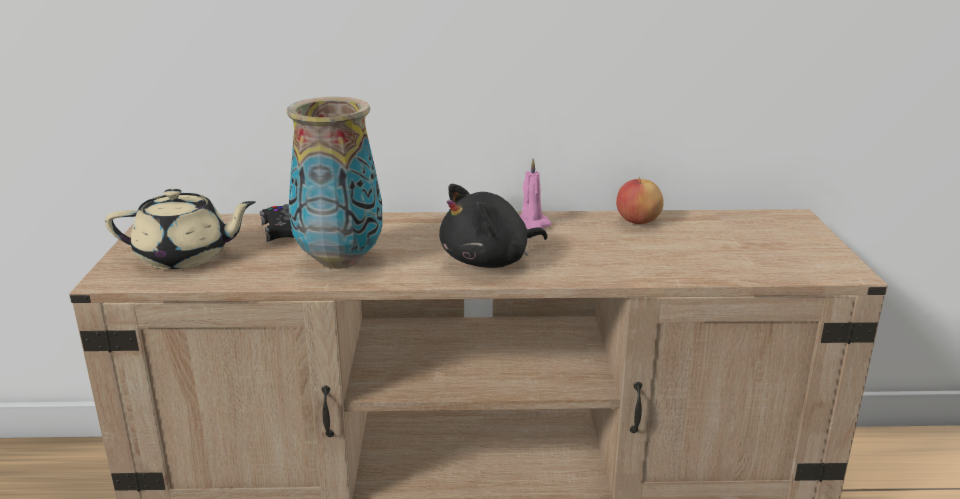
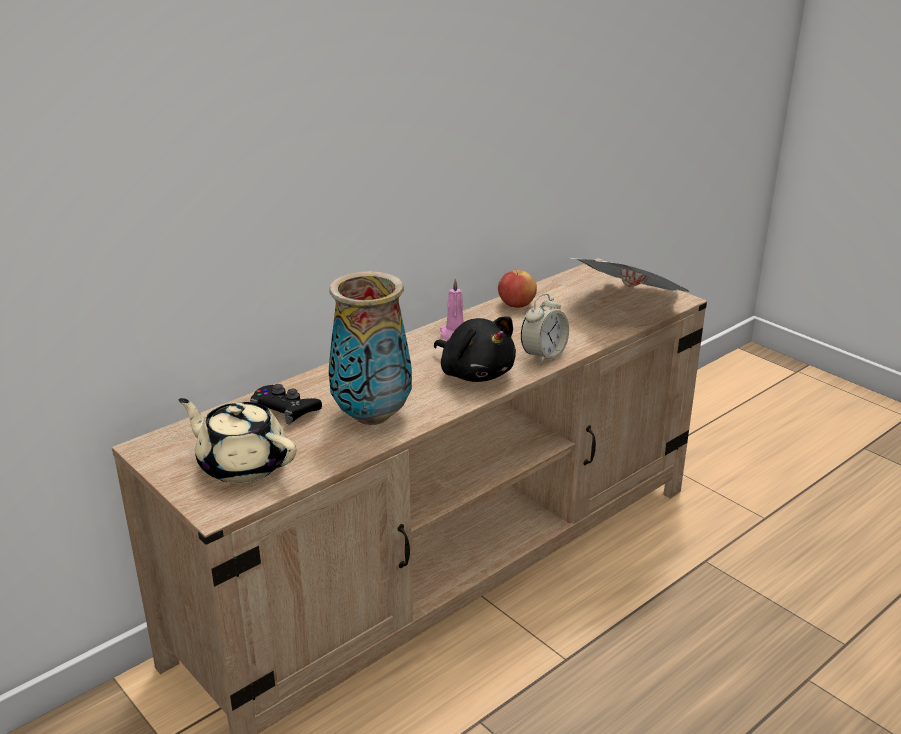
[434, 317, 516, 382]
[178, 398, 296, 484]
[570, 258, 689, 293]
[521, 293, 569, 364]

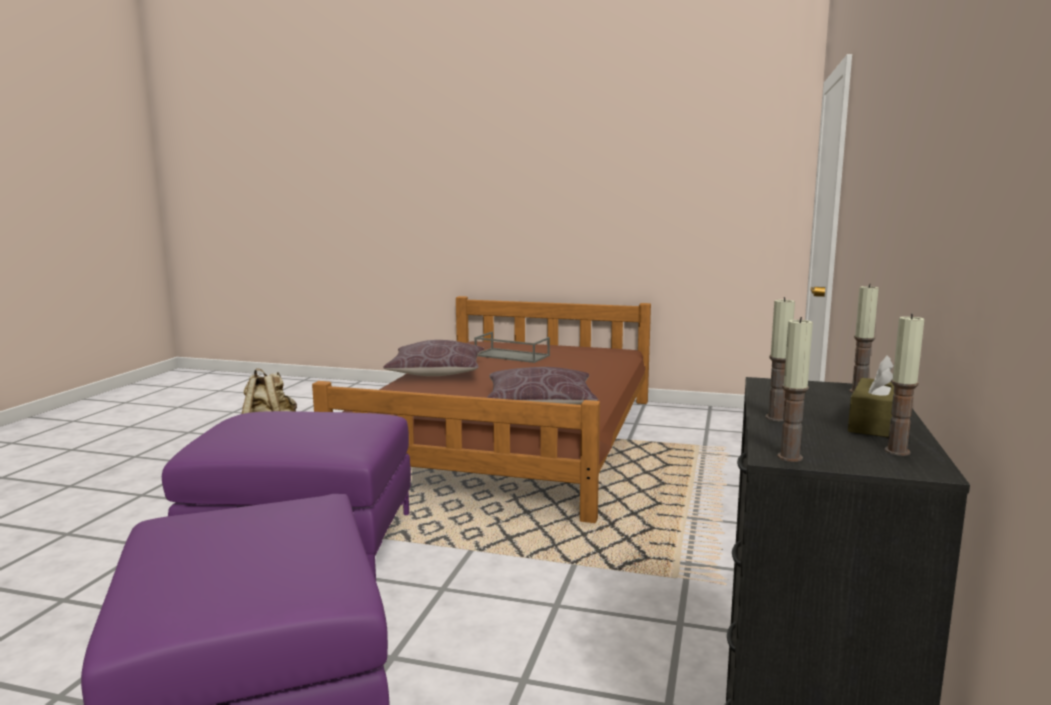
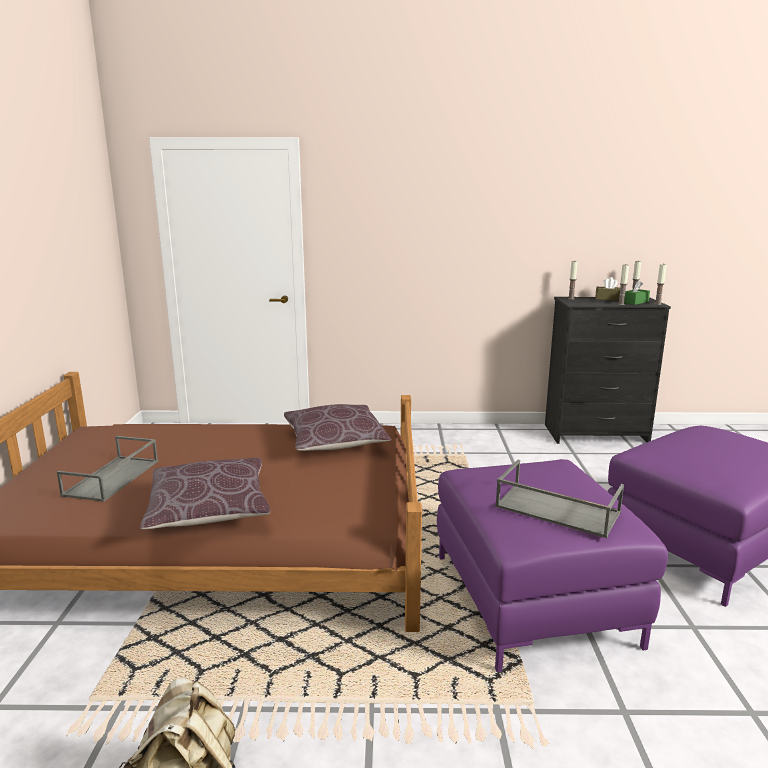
[624, 280, 650, 305]
[495, 460, 624, 538]

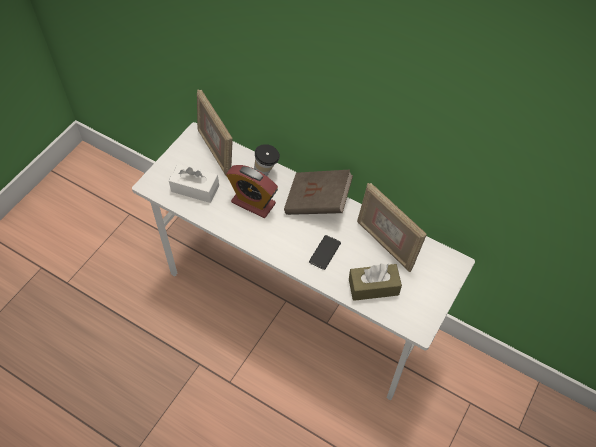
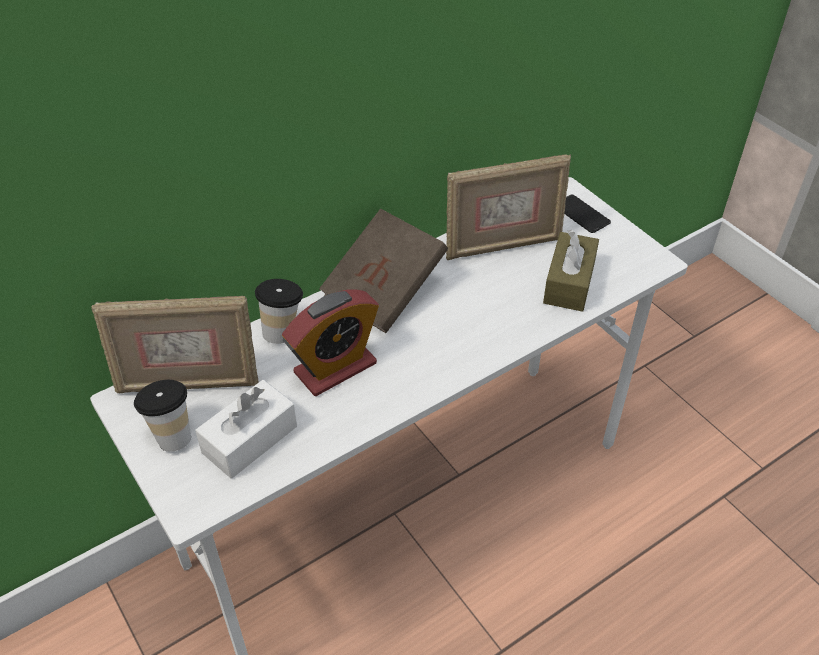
[564, 195, 611, 233]
[134, 380, 191, 452]

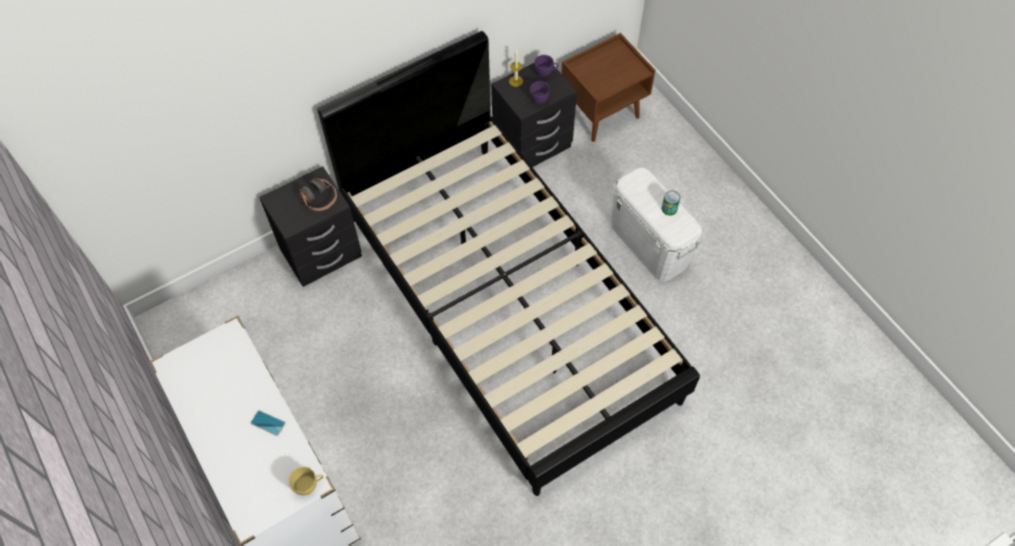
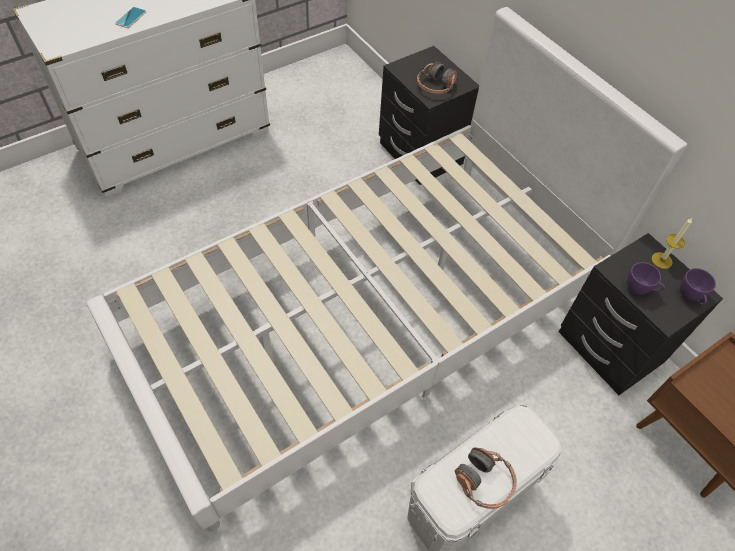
[87, 7, 687, 531]
[455, 447, 517, 509]
[289, 467, 324, 495] (first image)

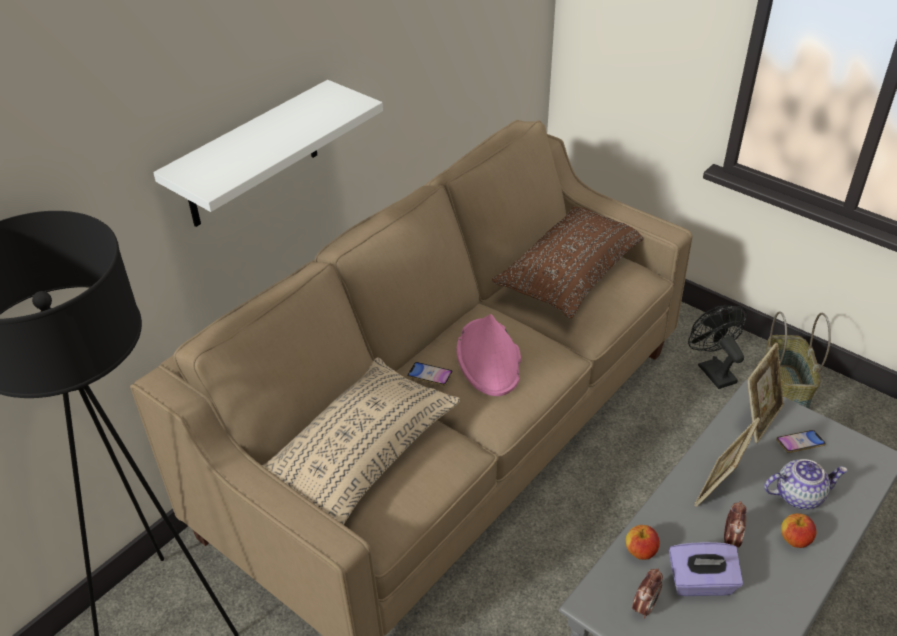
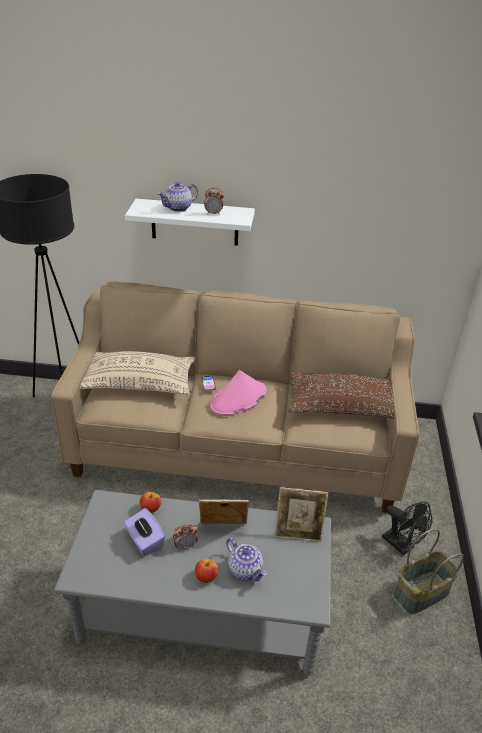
[382, 501, 432, 555]
[776, 430, 826, 453] (first image)
[204, 188, 224, 215]
[158, 182, 198, 212]

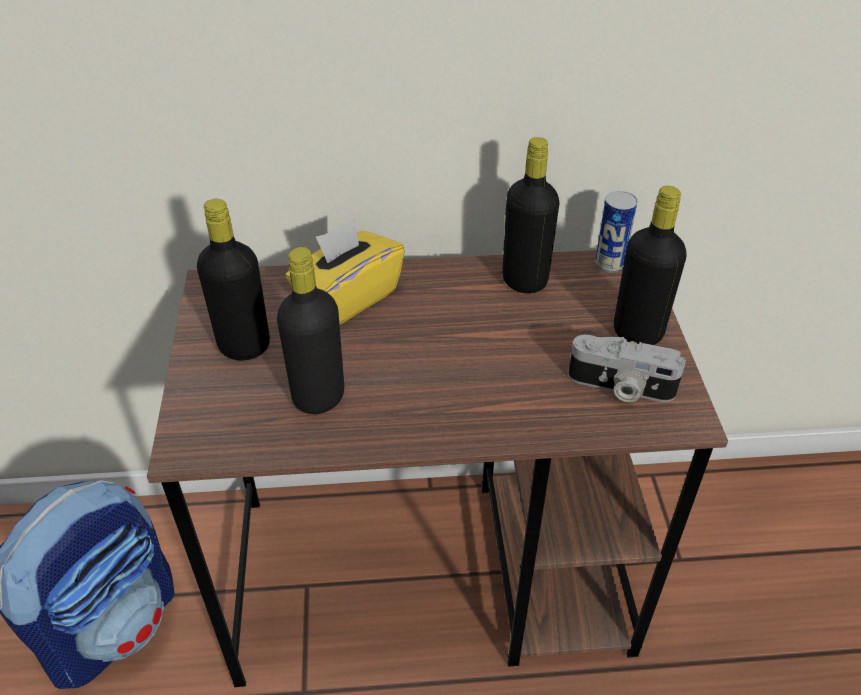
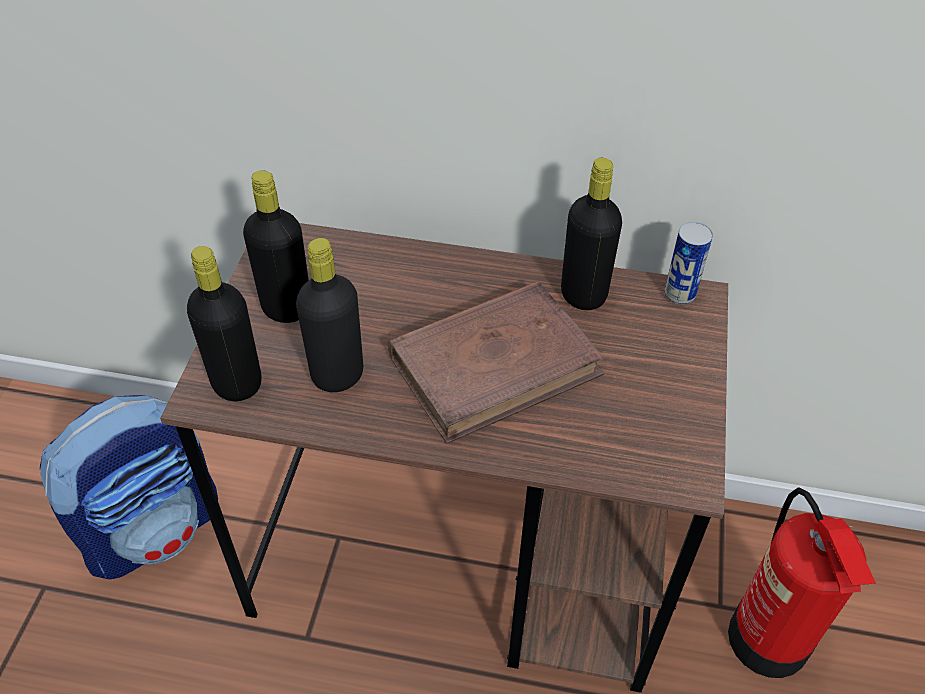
[187, 246, 262, 401]
[286, 219, 405, 325] (first image)
[568, 334, 686, 402] (first image)
[388, 281, 604, 444]
[728, 487, 876, 678]

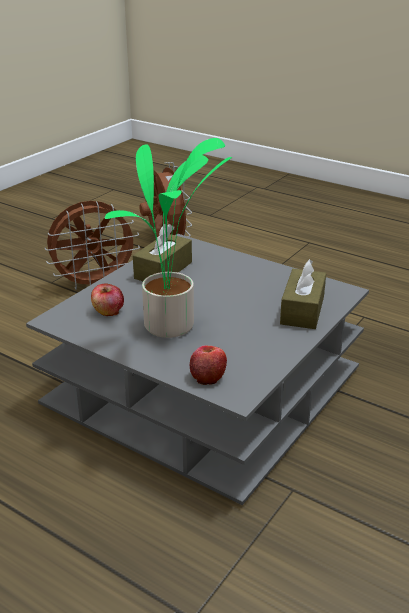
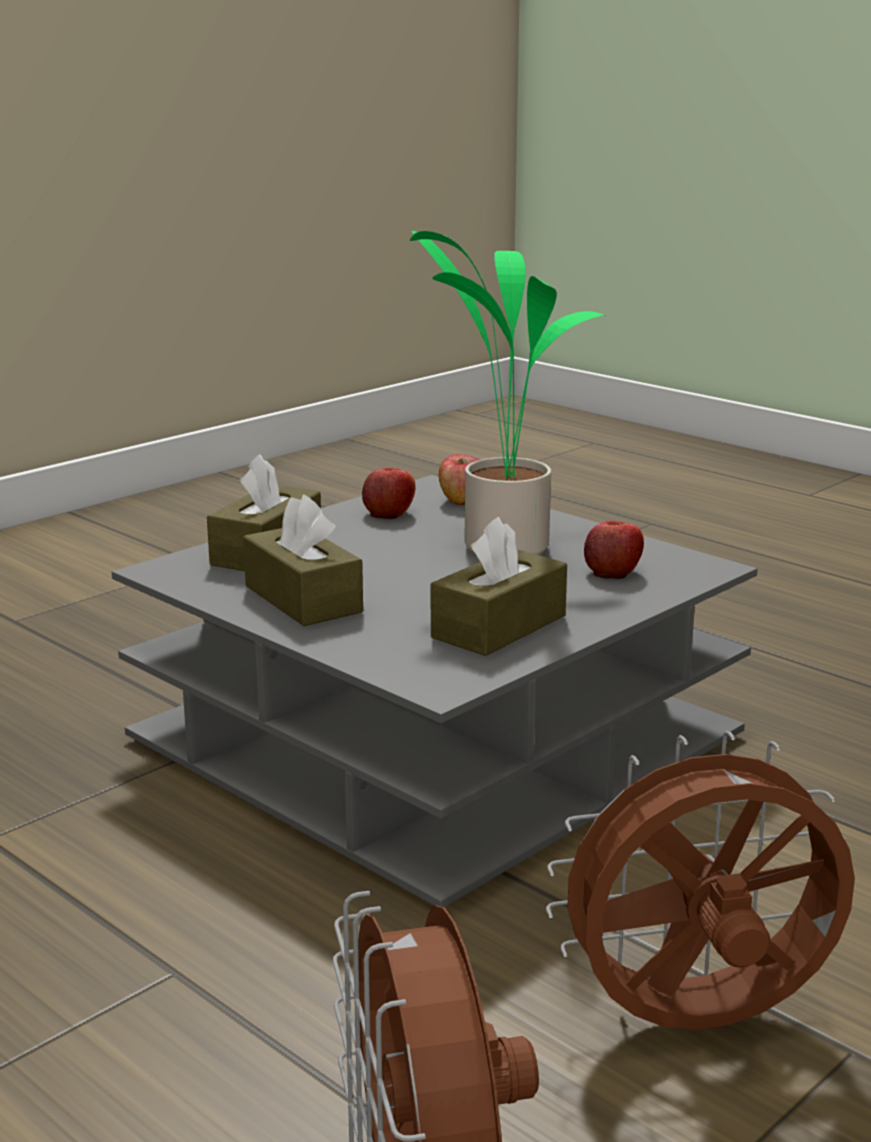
[362, 468, 416, 519]
[243, 495, 363, 626]

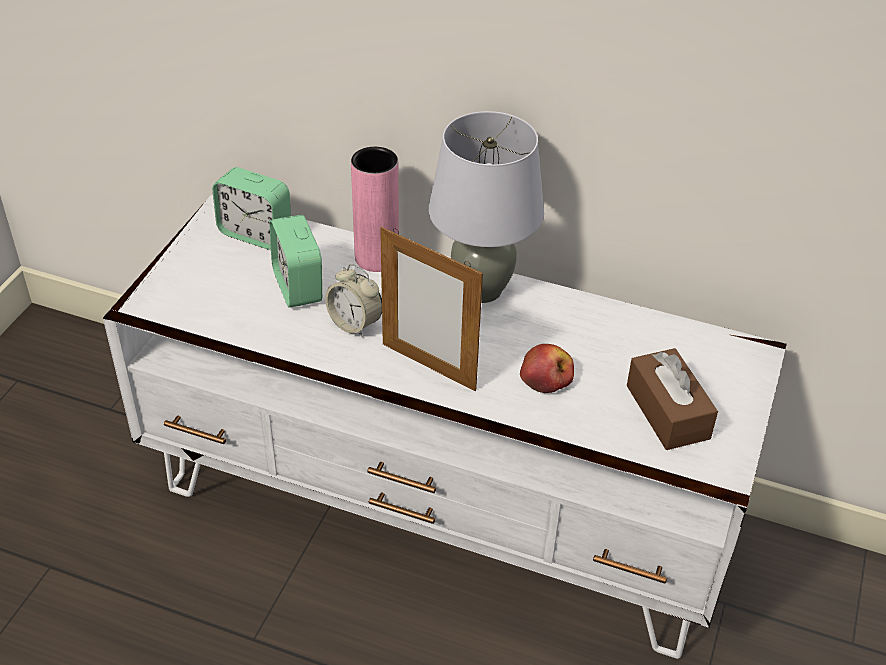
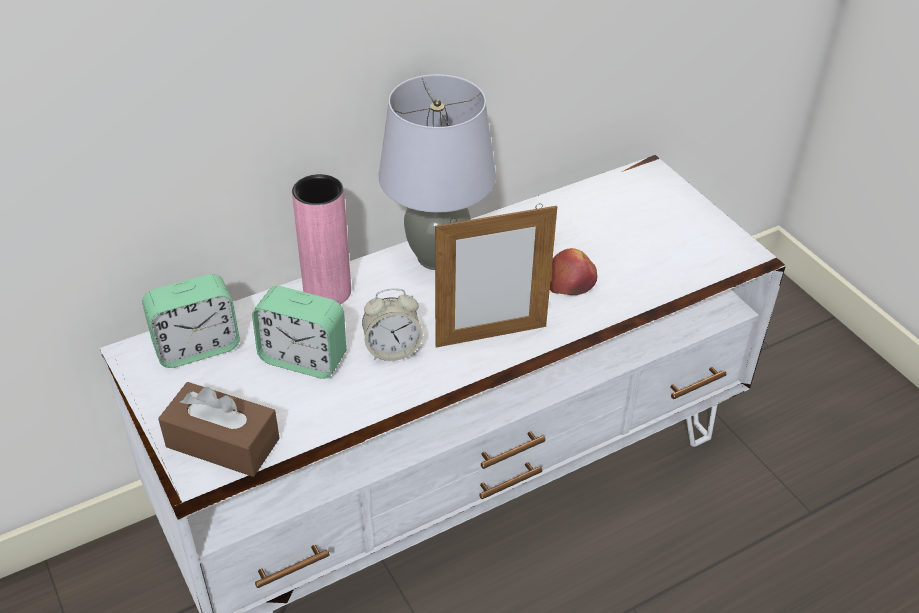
[158, 382, 280, 477]

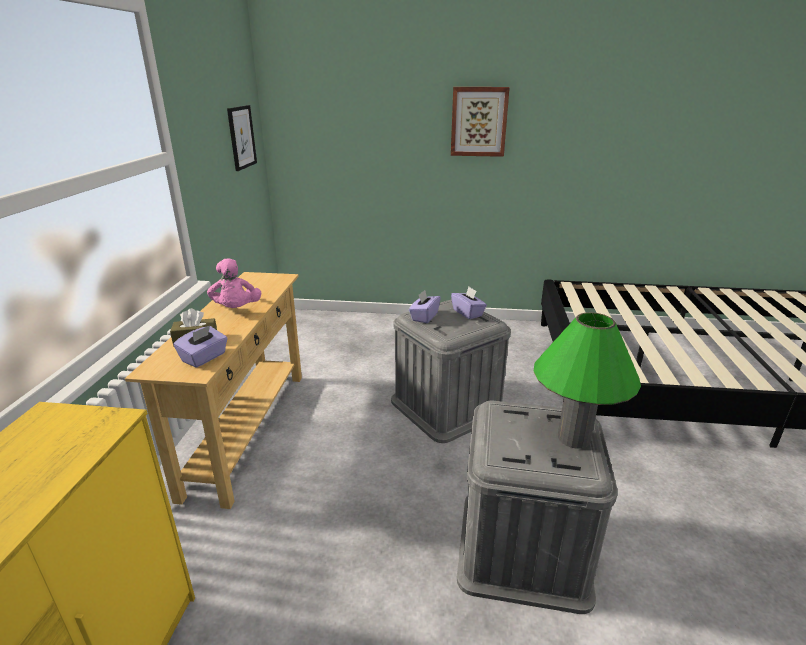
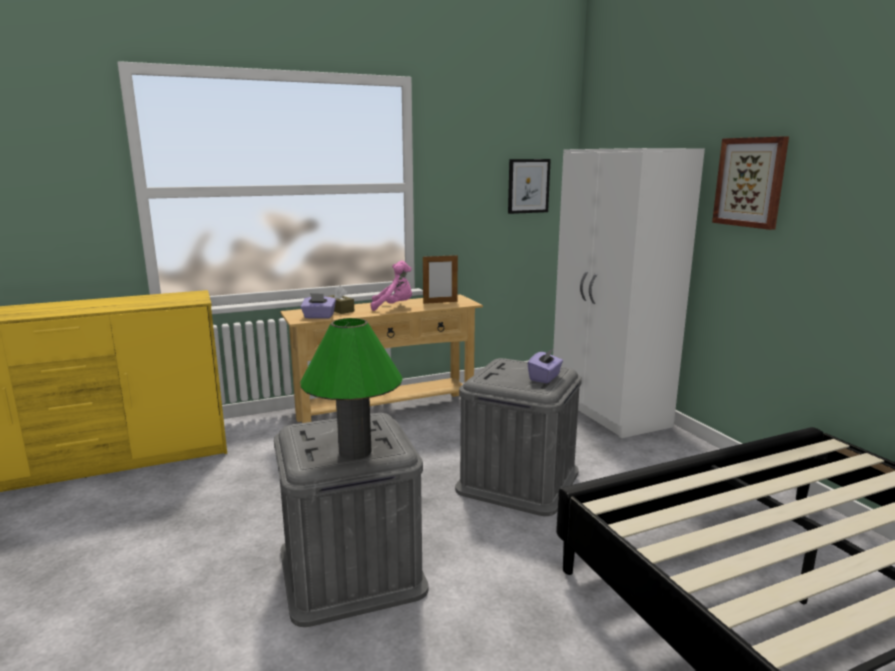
[371, 261, 412, 311]
[409, 290, 441, 323] (first image)
[553, 148, 705, 438]
[423, 254, 458, 304]

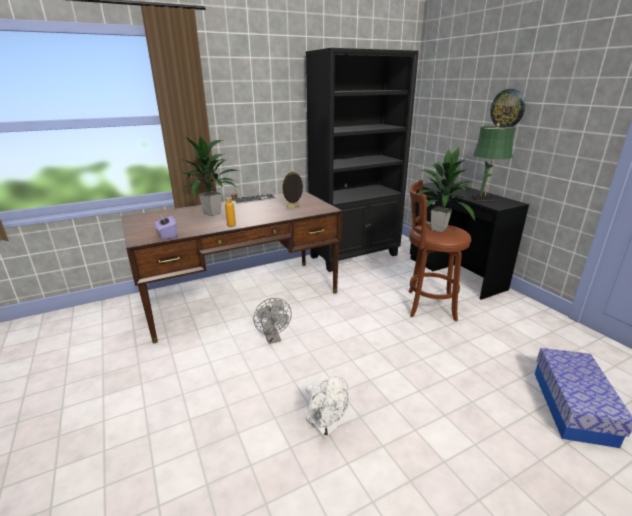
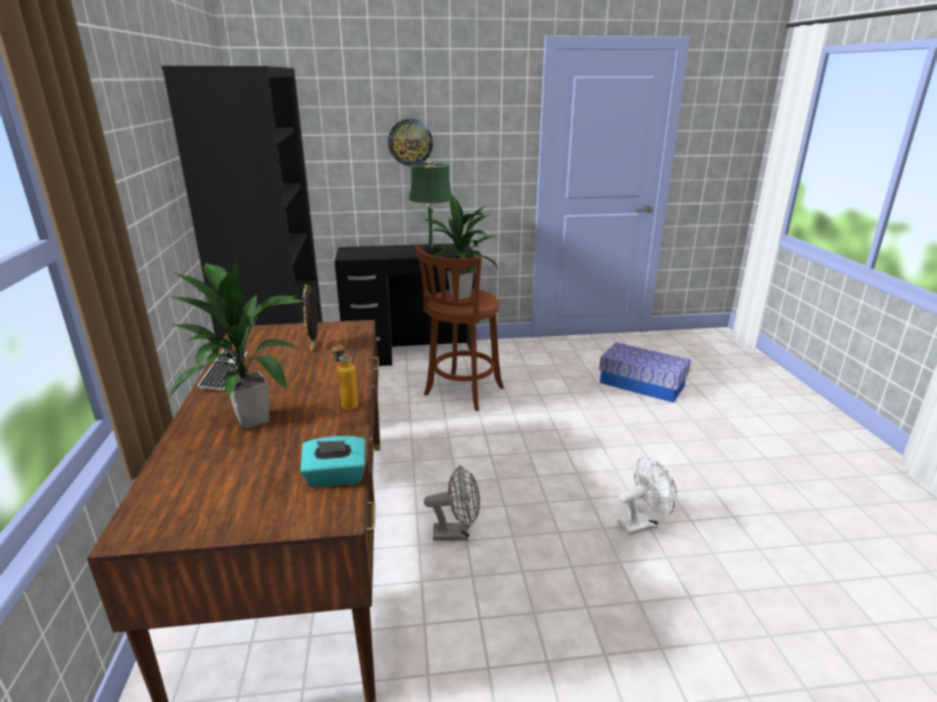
[300, 436, 366, 487]

